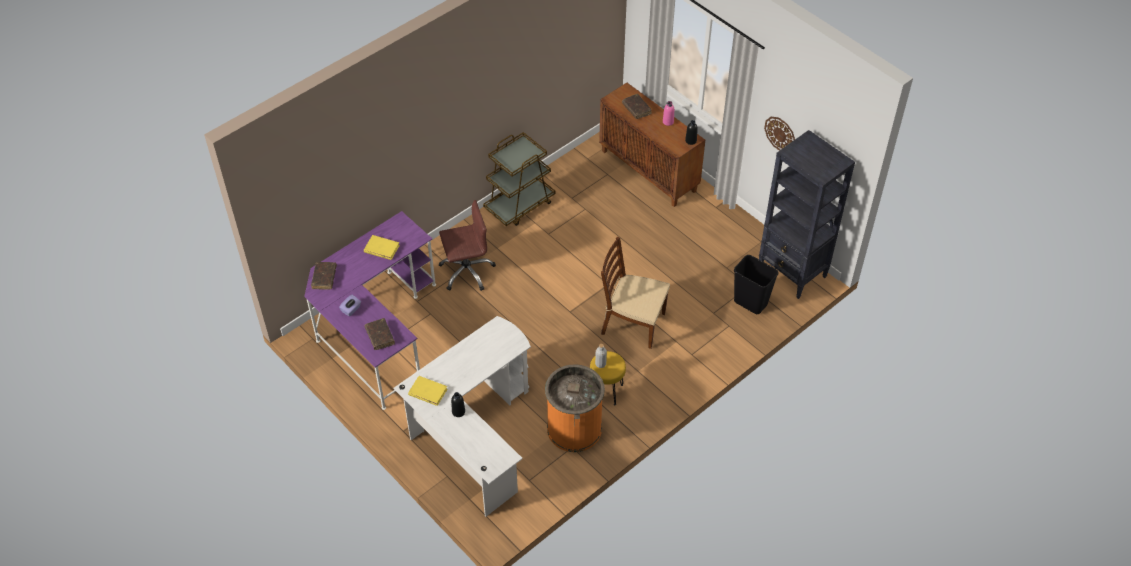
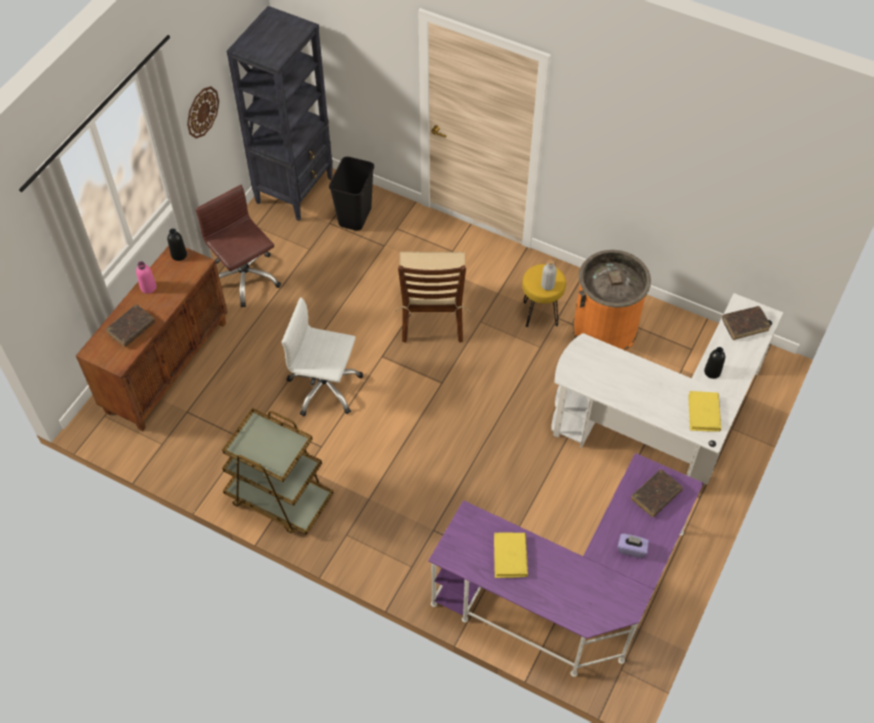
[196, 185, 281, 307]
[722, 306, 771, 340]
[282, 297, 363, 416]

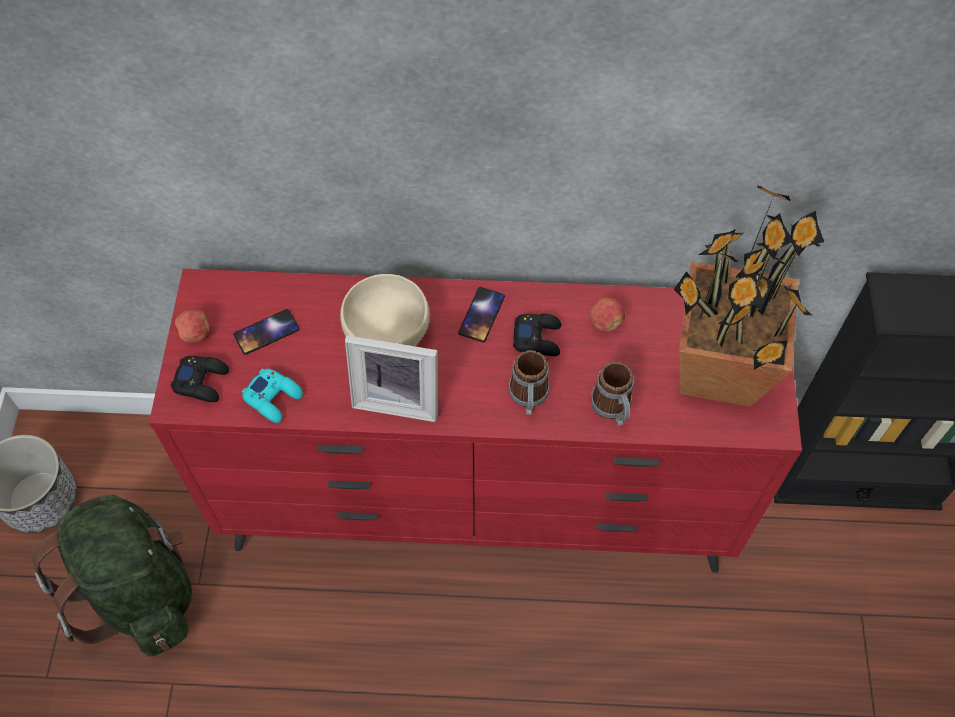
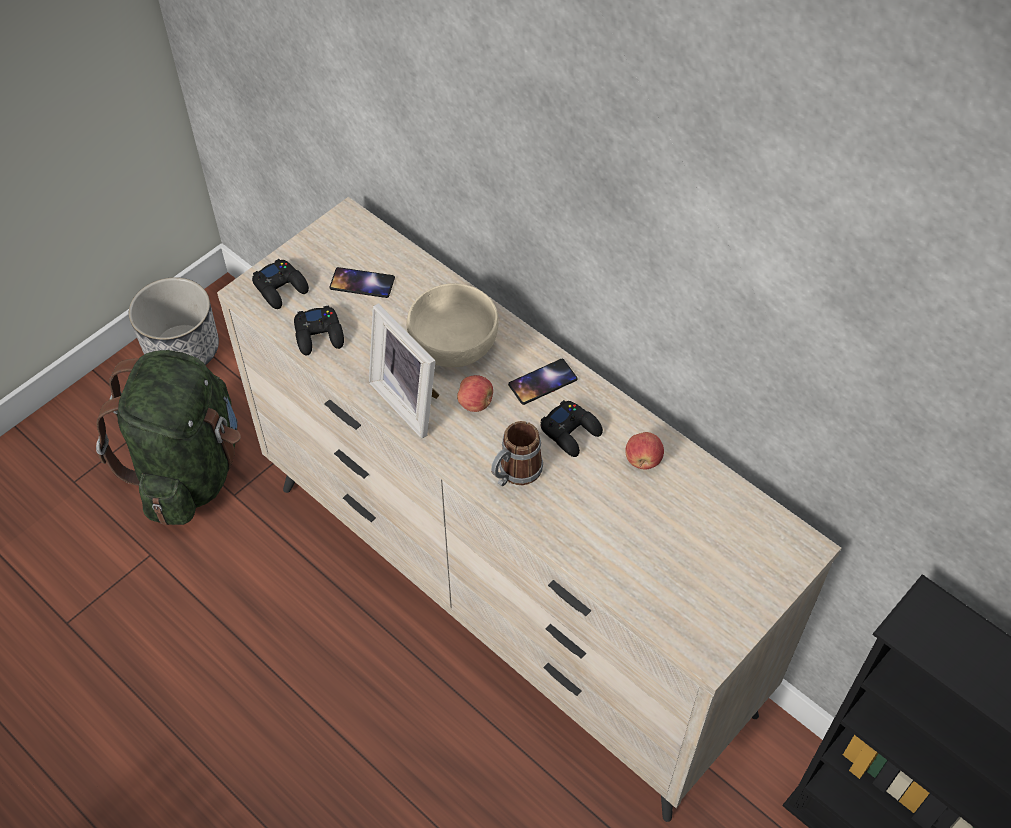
[674, 185, 824, 407] (first image)
[217, 197, 841, 822]
[457, 375, 493, 412]
[590, 362, 634, 426] (first image)
[294, 305, 344, 356]

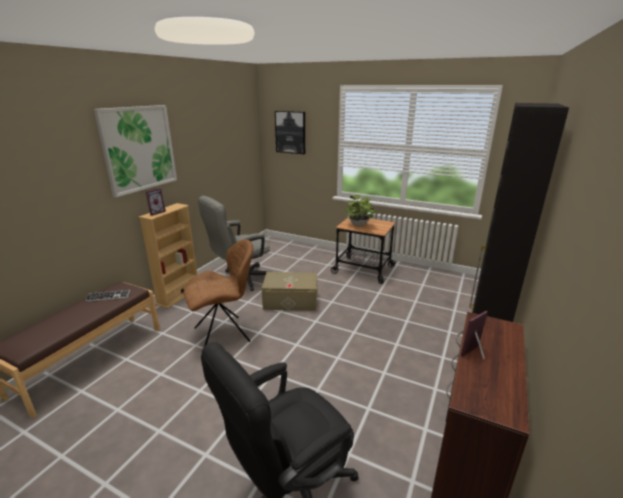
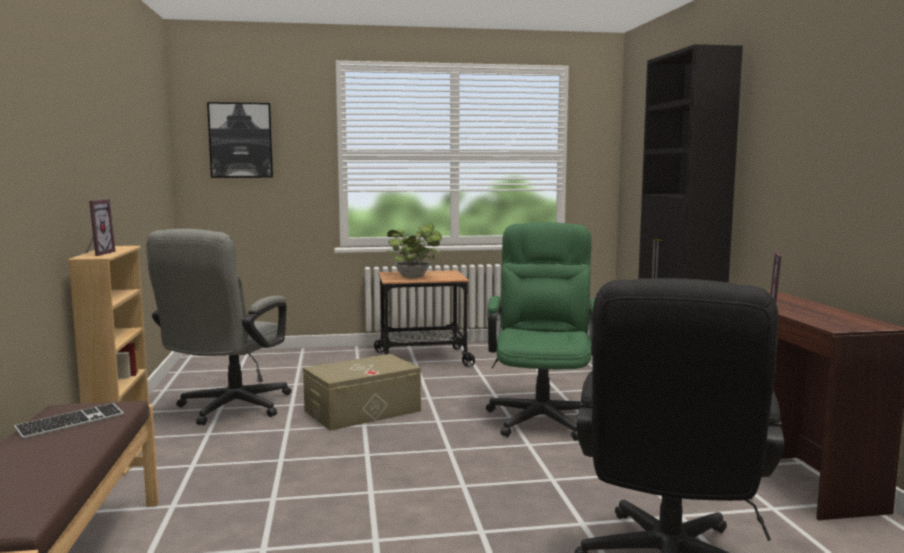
[94, 105, 177, 197] (first image)
[184, 239, 253, 346] (first image)
[486, 222, 595, 441]

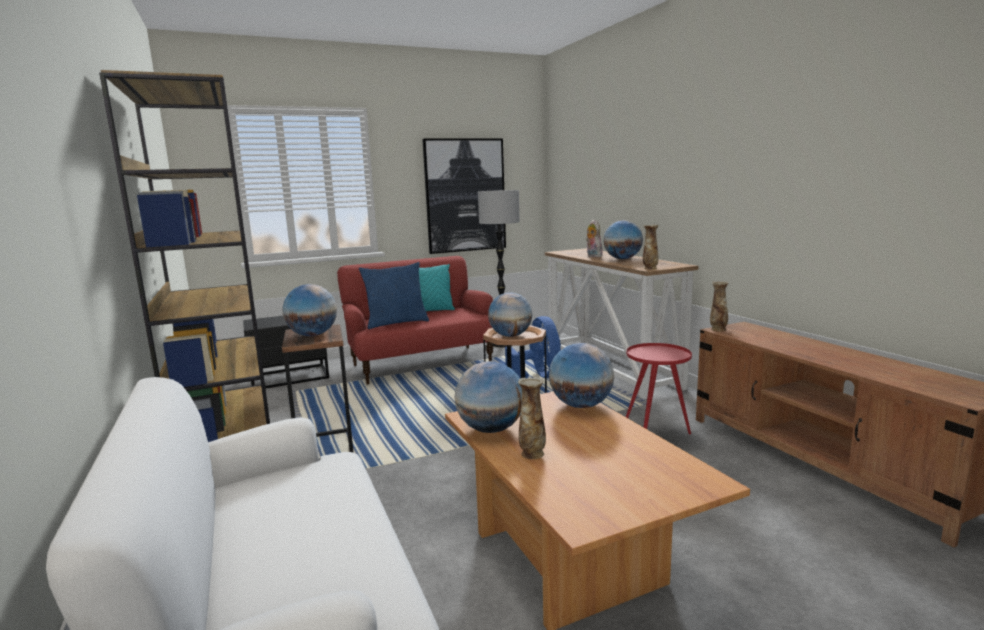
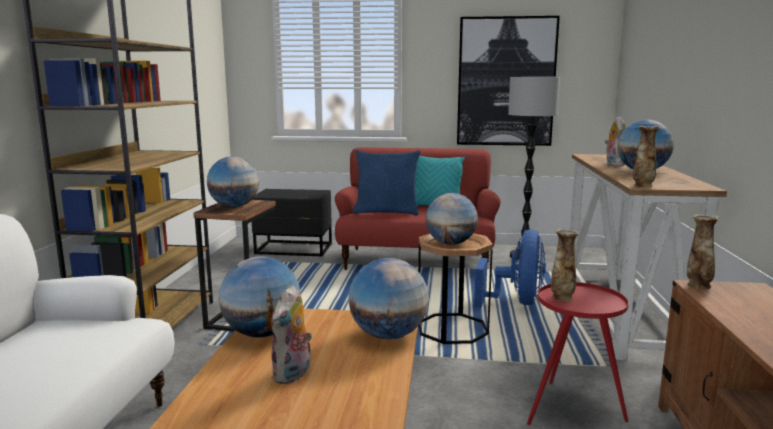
[551, 228, 579, 302]
[271, 285, 312, 384]

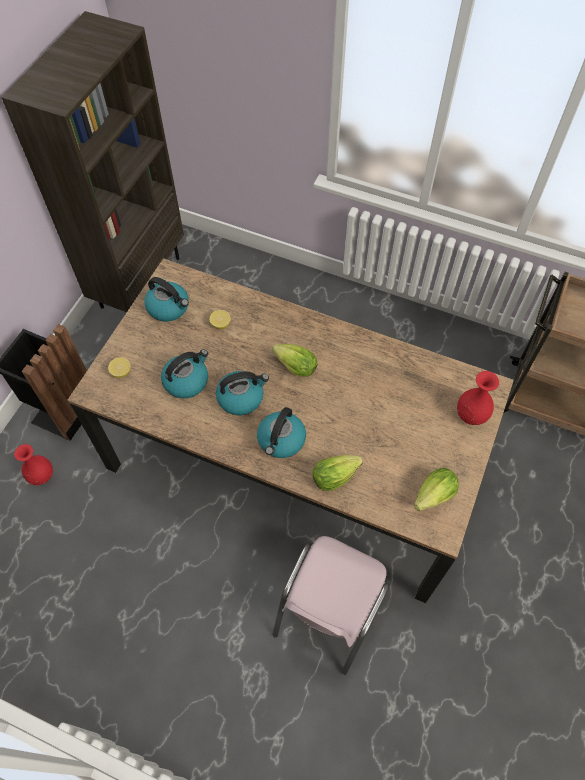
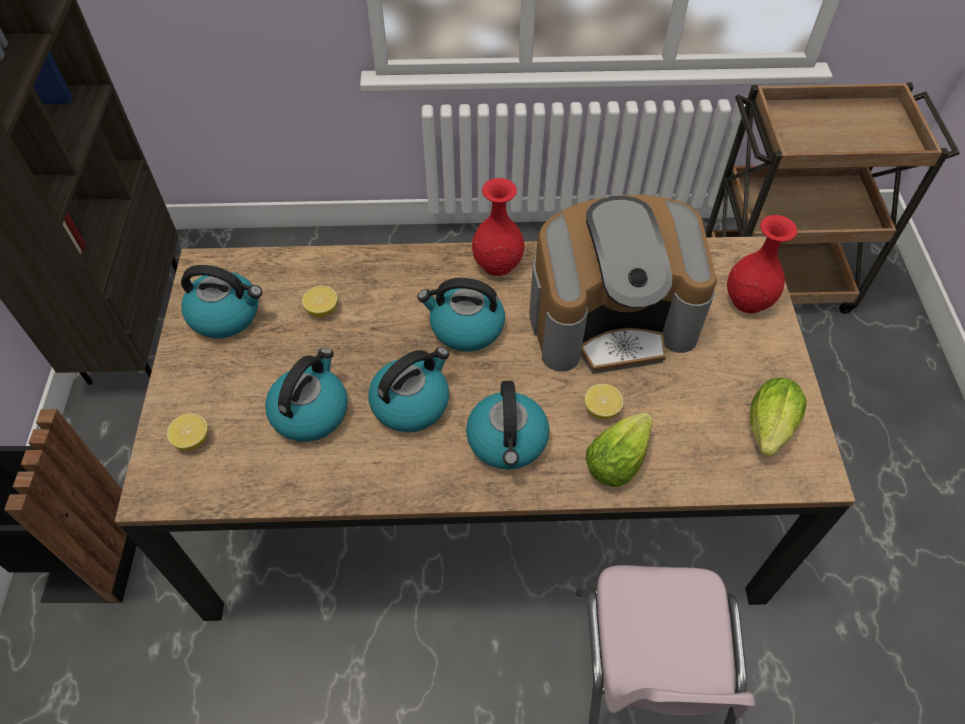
[417, 278, 505, 352]
[472, 178, 524, 276]
[529, 195, 717, 374]
[585, 384, 623, 419]

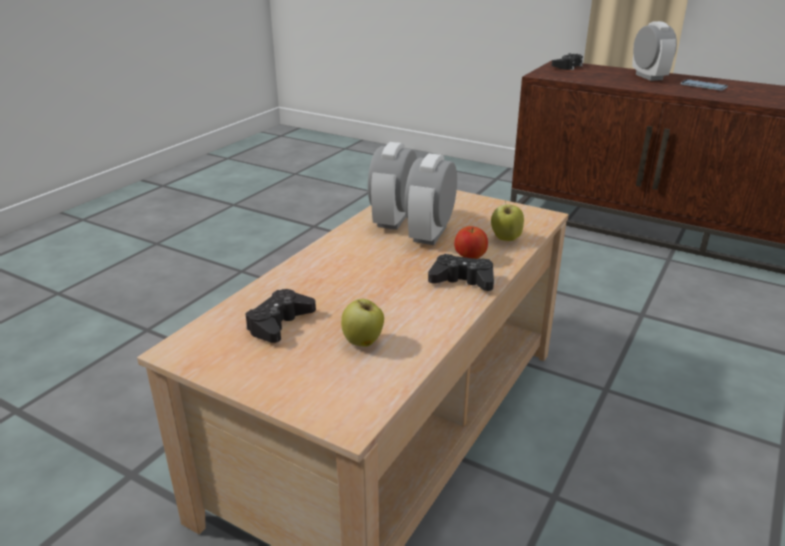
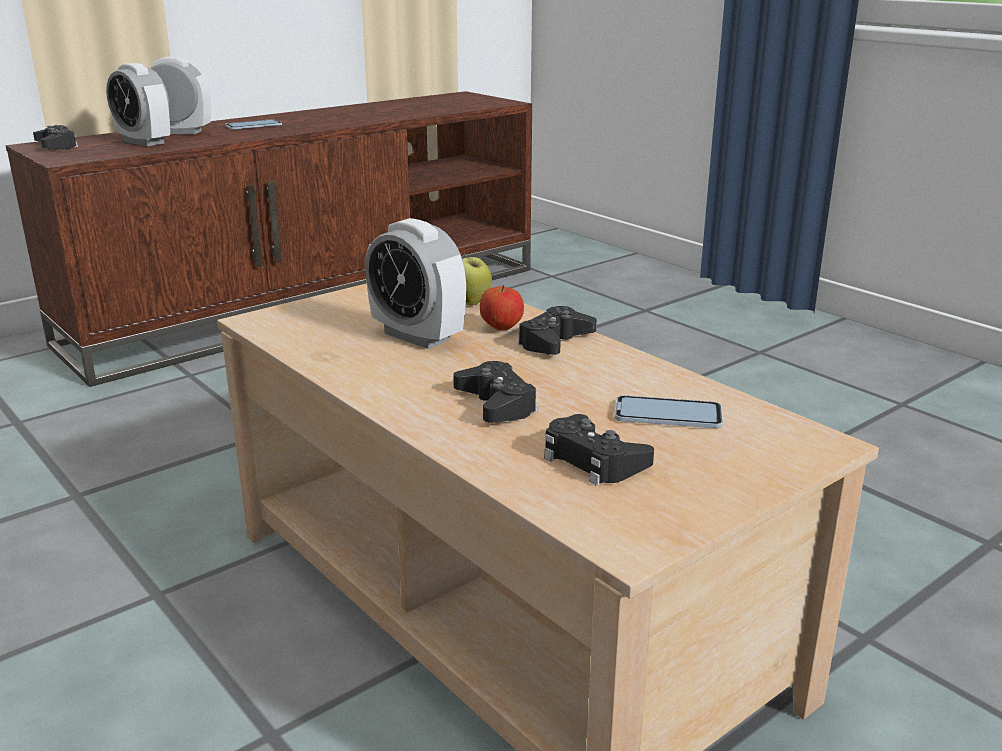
[106, 63, 170, 147]
[615, 395, 723, 428]
[453, 361, 538, 423]

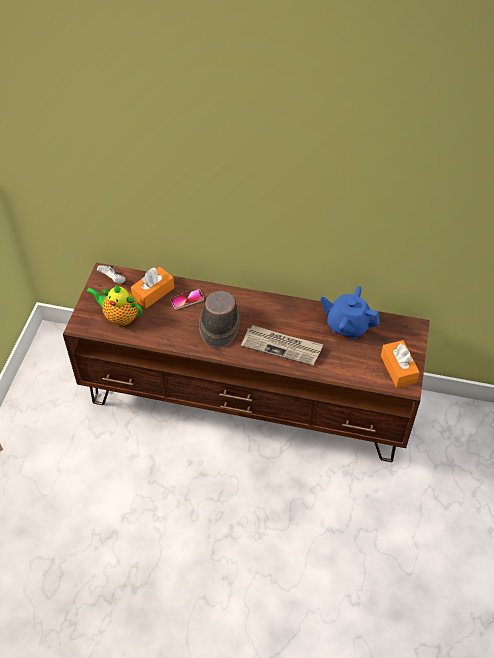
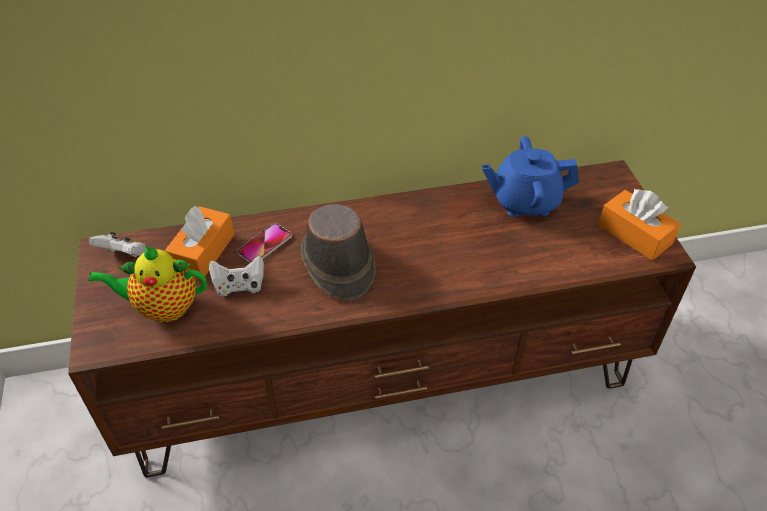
[241, 325, 323, 366] (first image)
[209, 256, 264, 296]

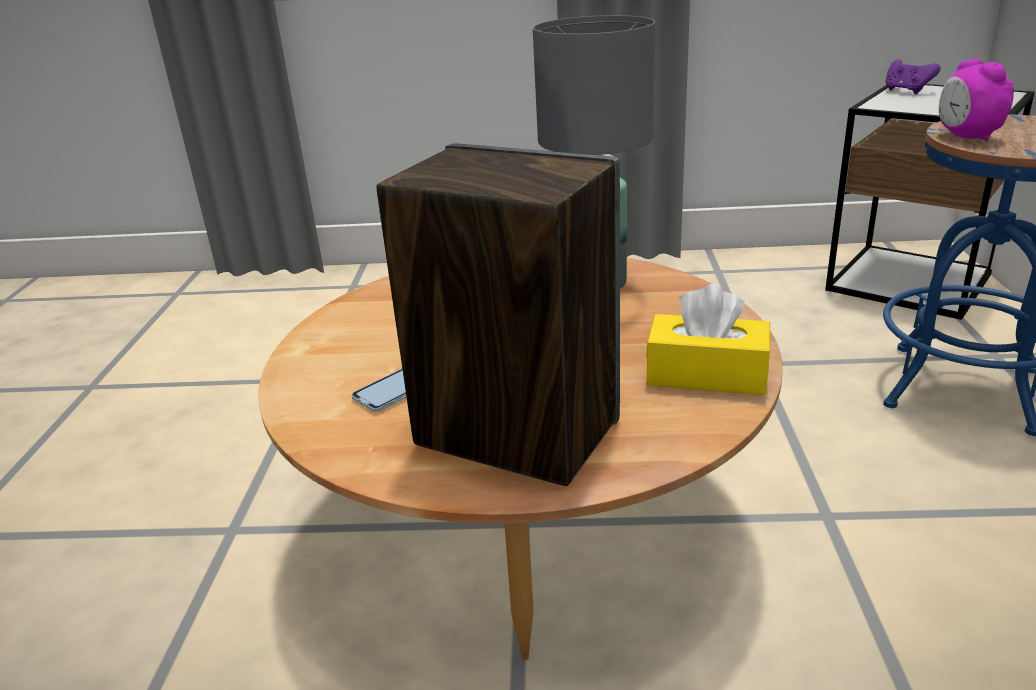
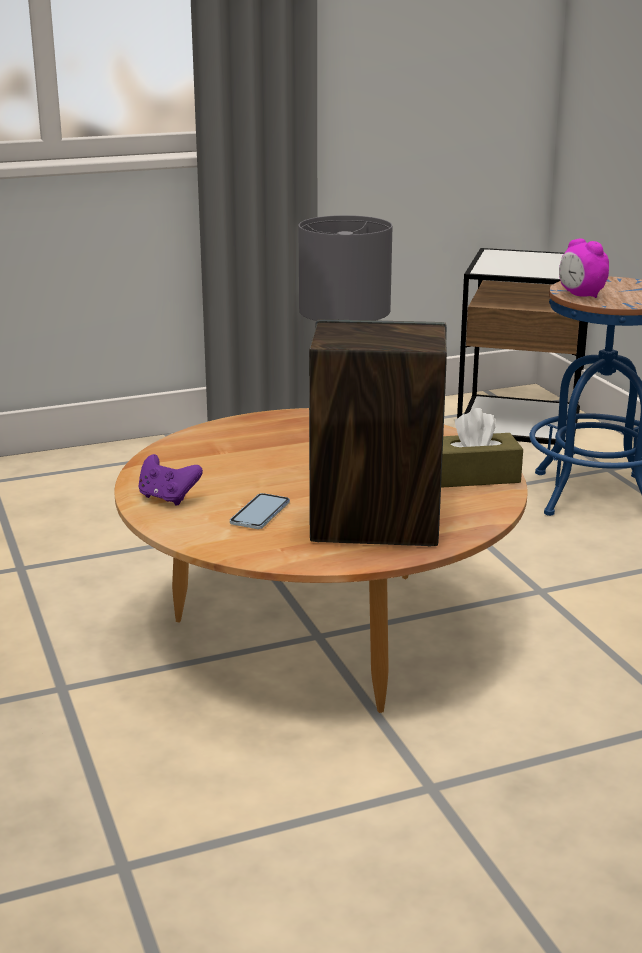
[138, 454, 203, 506]
[441, 408, 523, 488]

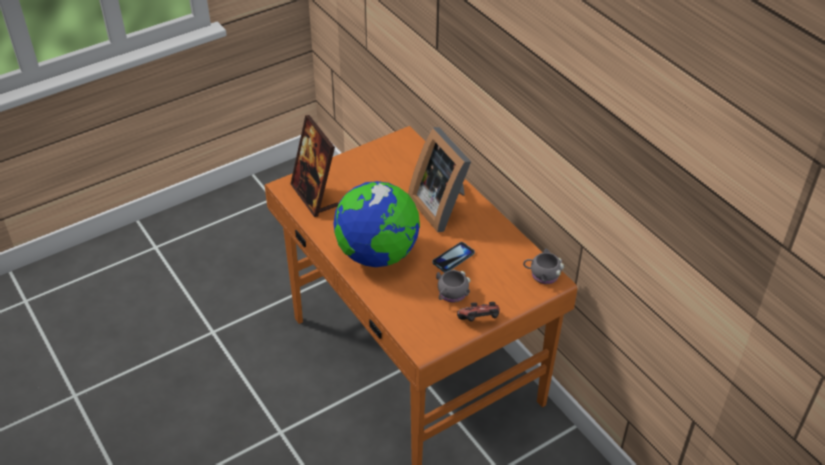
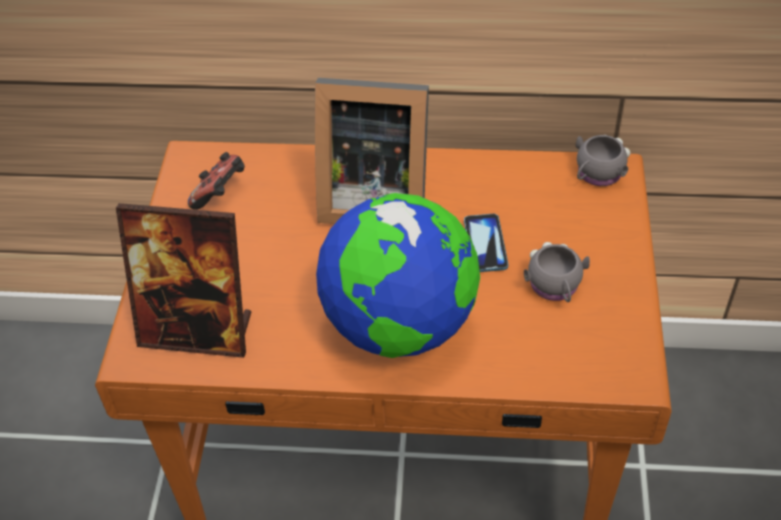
[188, 152, 245, 210]

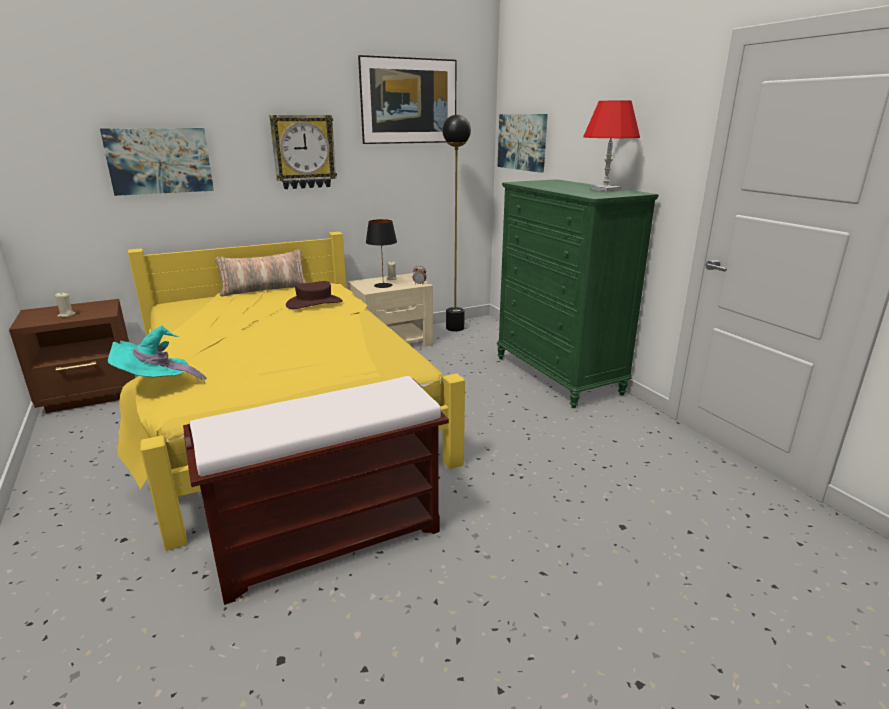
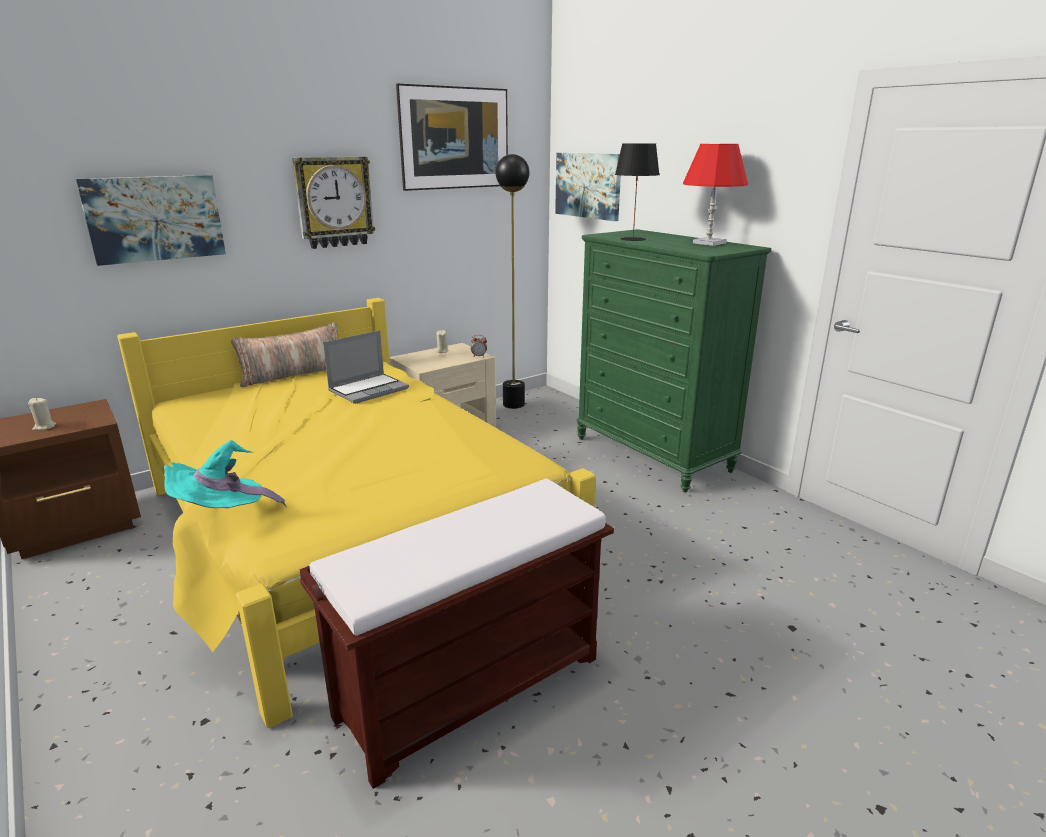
[615, 144, 660, 241]
[323, 330, 409, 404]

